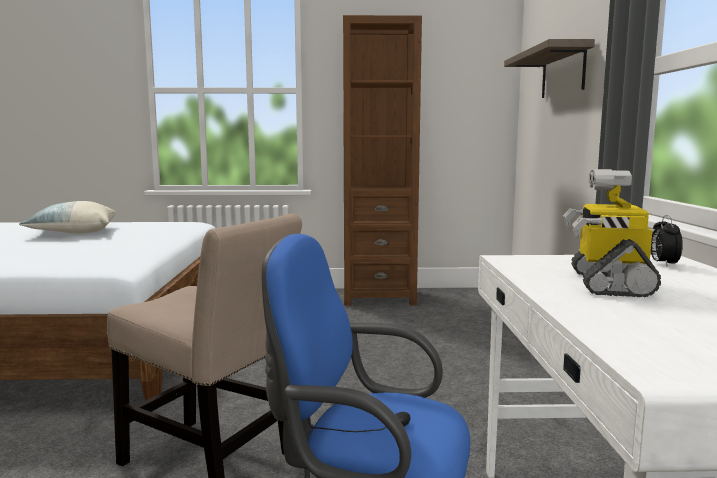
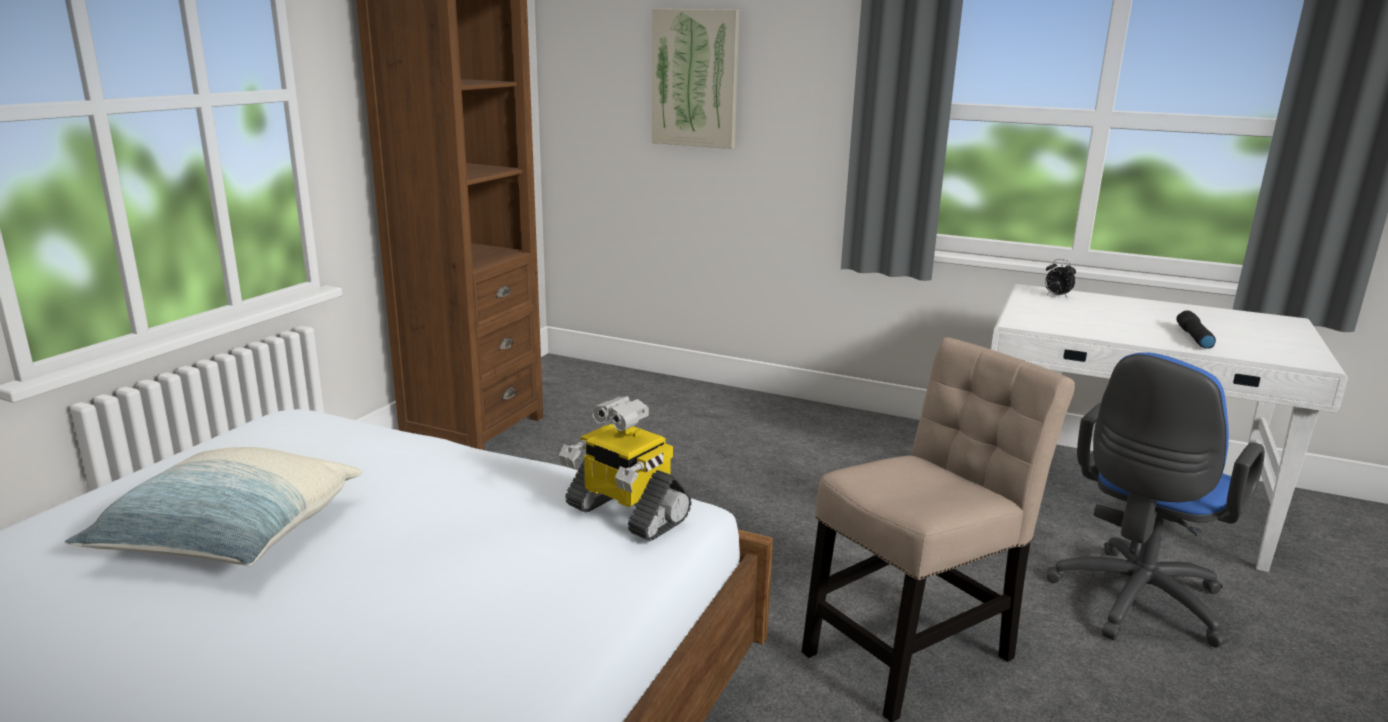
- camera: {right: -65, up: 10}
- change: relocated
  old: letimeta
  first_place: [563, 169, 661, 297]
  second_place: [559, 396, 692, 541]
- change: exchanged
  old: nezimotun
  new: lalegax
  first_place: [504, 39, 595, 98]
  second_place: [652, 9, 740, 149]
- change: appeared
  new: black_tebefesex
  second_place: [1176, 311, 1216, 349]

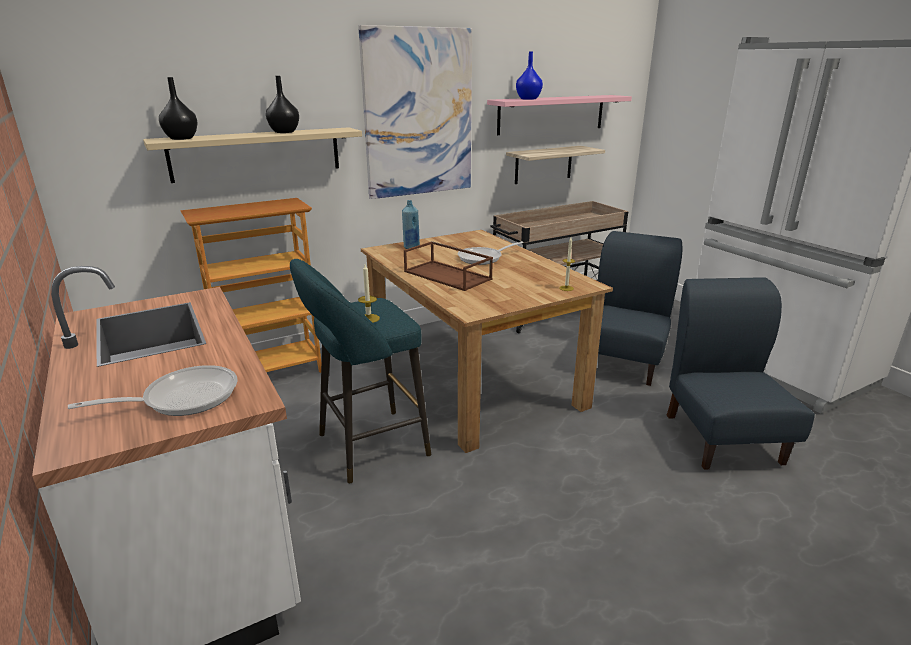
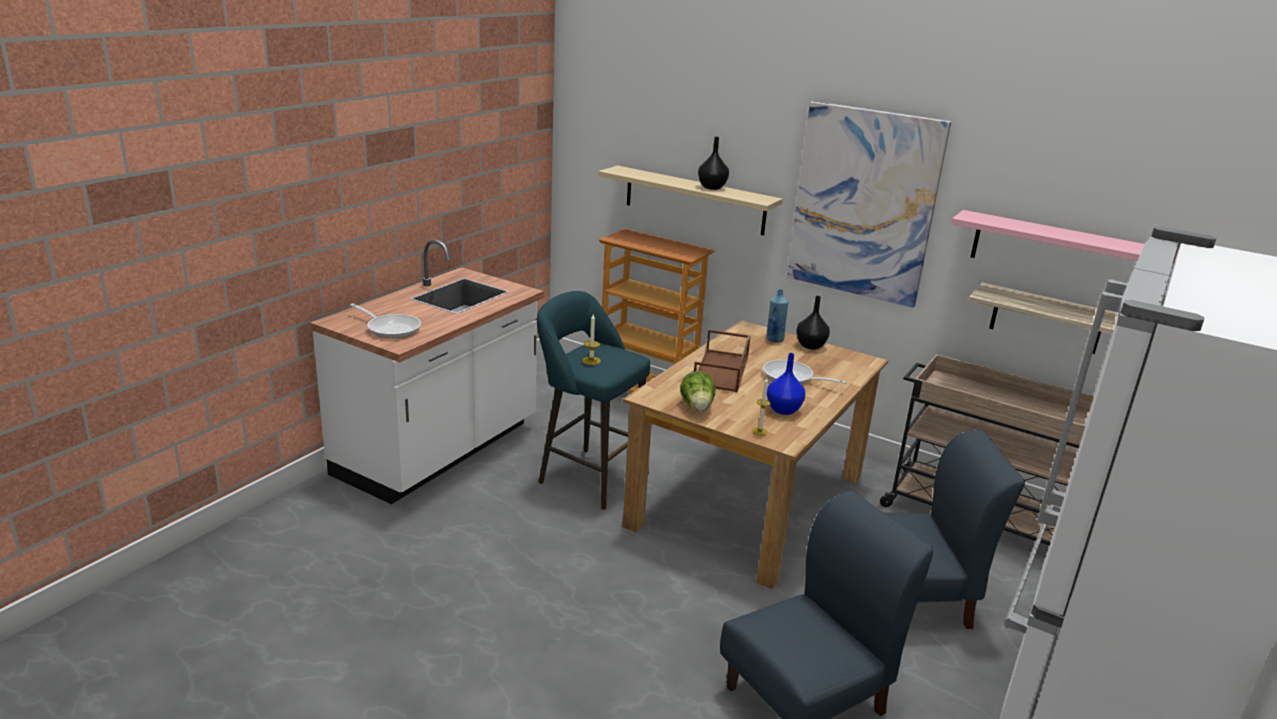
- camera: {right: 60, up: 0}
- change: appeared
  new: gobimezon
  second_place: [680, 371, 715, 411]
- change: relocated
  old: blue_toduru
  first_place: [516, 51, 543, 100]
  second_place: [767, 353, 805, 415]
- change: relocated
  old: black_toduru
  first_place: [159, 77, 198, 140]
  second_place: [796, 296, 830, 350]

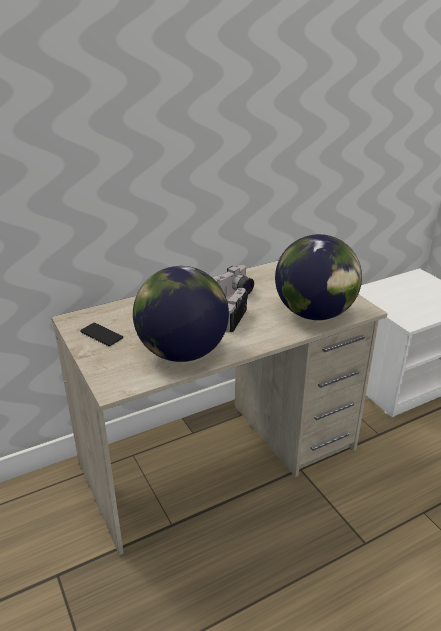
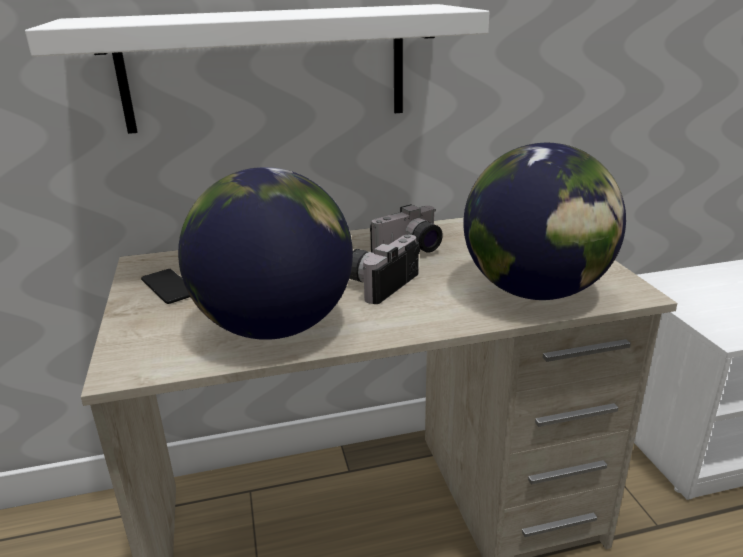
- camera: {right: 15, up: -5}
- change: appeared
  new: white_nezimotun
  second_place: [25, 4, 490, 134]

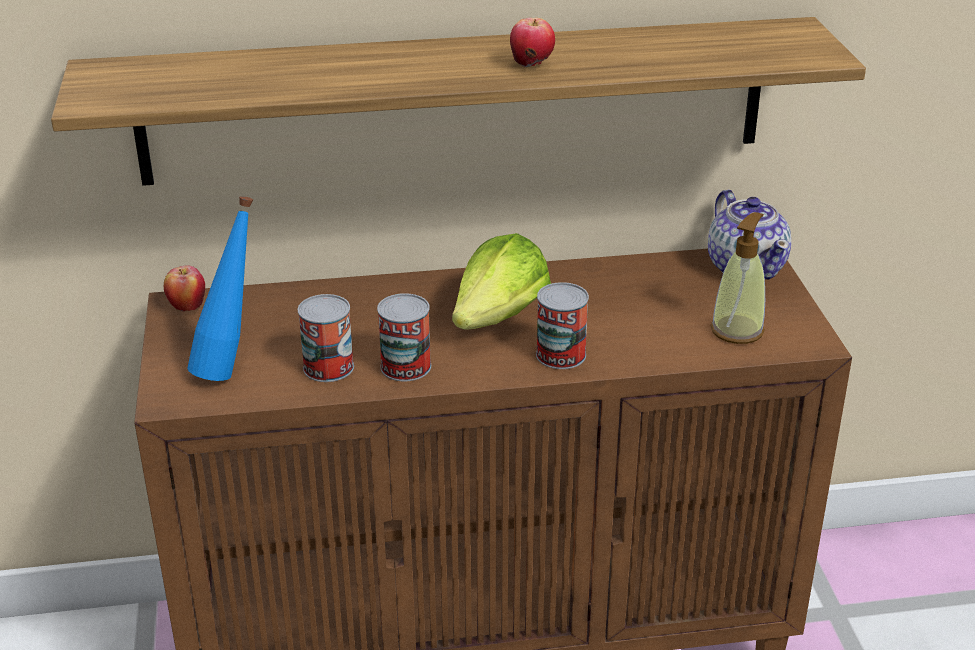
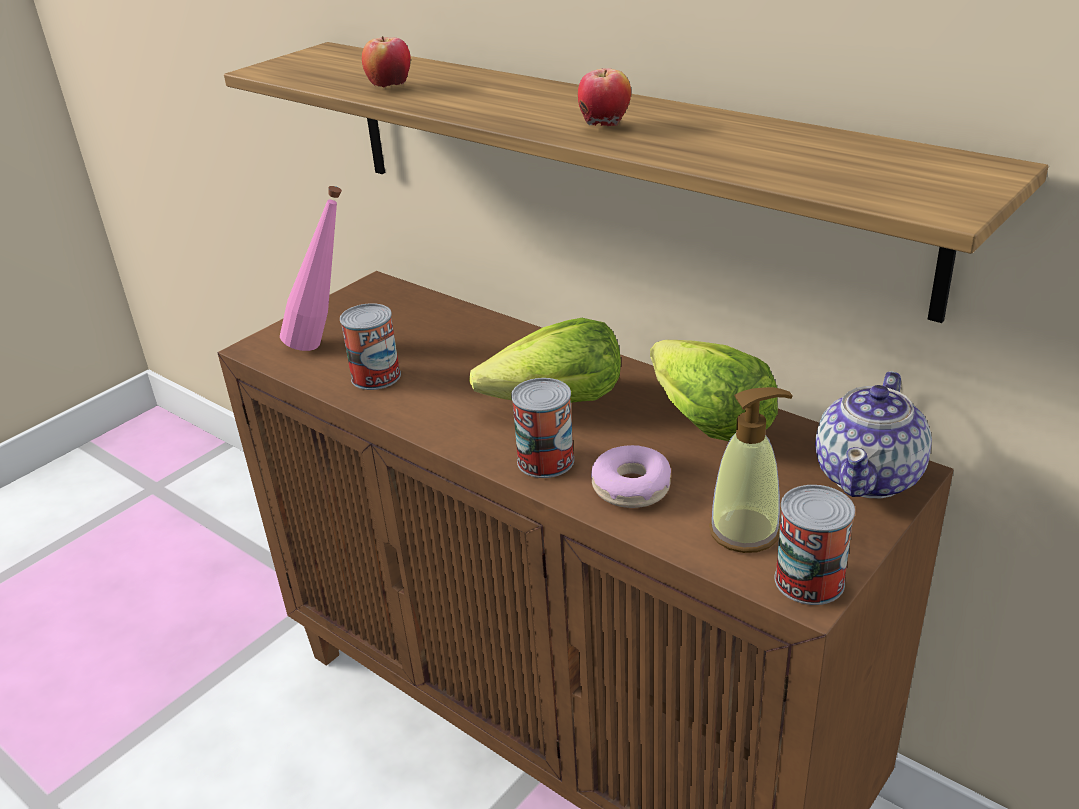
- camera: {right: 50, up: 0}
- change: colour
  old: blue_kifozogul
  new: pink_kifozogul
  first_place: [187, 196, 253, 381]
  second_place: [280, 186, 342, 351]
- change: relocated
  old: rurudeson
  first_place: [164, 265, 205, 311]
  second_place: [362, 36, 411, 88]
- change: appeared
  new: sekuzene
  second_place: [591, 445, 671, 508]
- change: appeared
  new: gobimezon
  second_place: [650, 340, 778, 441]
- change: relocated
  old: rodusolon
  first_place: [377, 293, 431, 381]
  second_place: [774, 485, 855, 605]

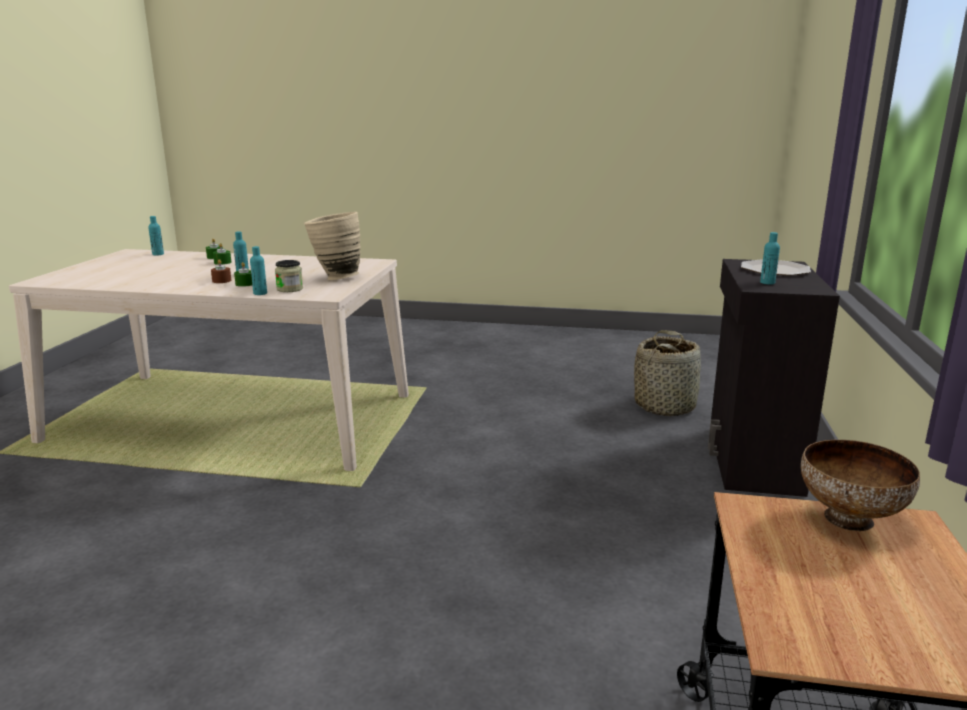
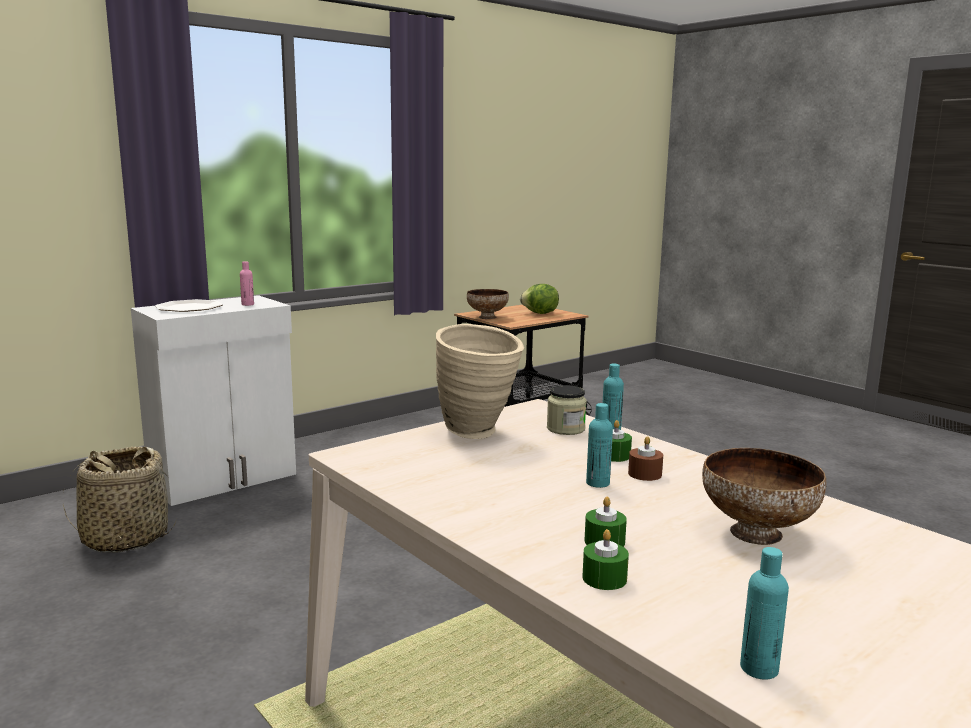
- camera: {right: -140, up: -5}
- change: colour
  old: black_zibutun
  new: white_zibutun
  first_place: [708, 259, 840, 497]
  second_place: [131, 295, 296, 506]
- change: colour
  old: turquoise_kifozogul
  new: pink_kifozogul
  first_place: [760, 232, 780, 284]
  second_place: [240, 261, 254, 306]
- change: appeared
  new: gobimezon
  second_place: [520, 284, 559, 314]
- change: appeared
  new: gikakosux
  second_place: [702, 448, 826, 545]

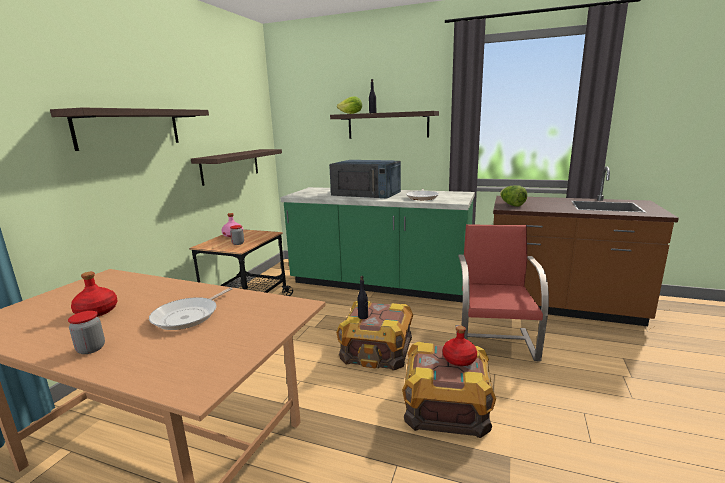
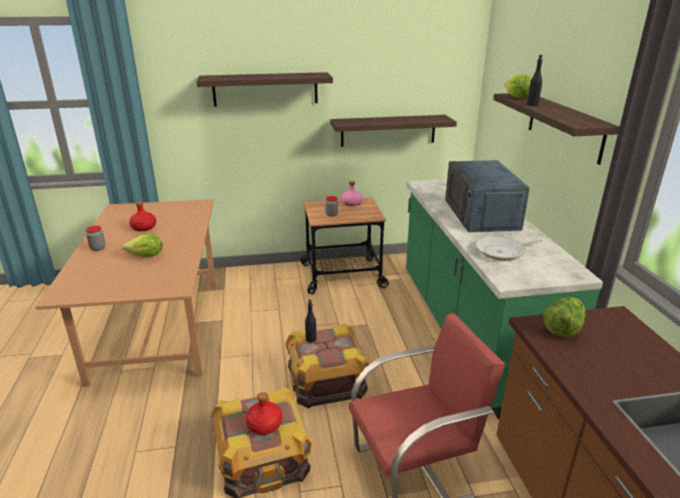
- camera: {right: 60, up: 10}
- change: exchanged
  old: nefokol
  new: gobimezon
  first_place: [149, 287, 233, 330]
  second_place: [123, 234, 163, 257]

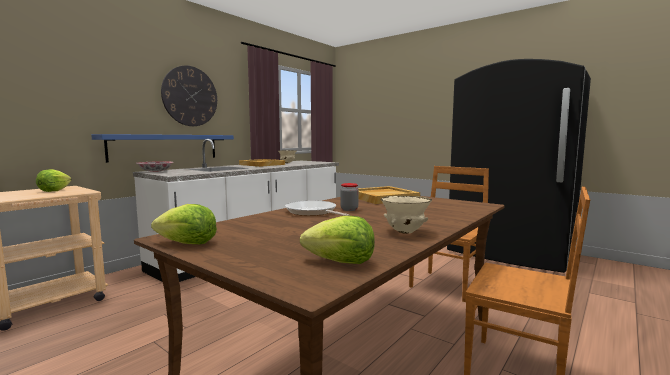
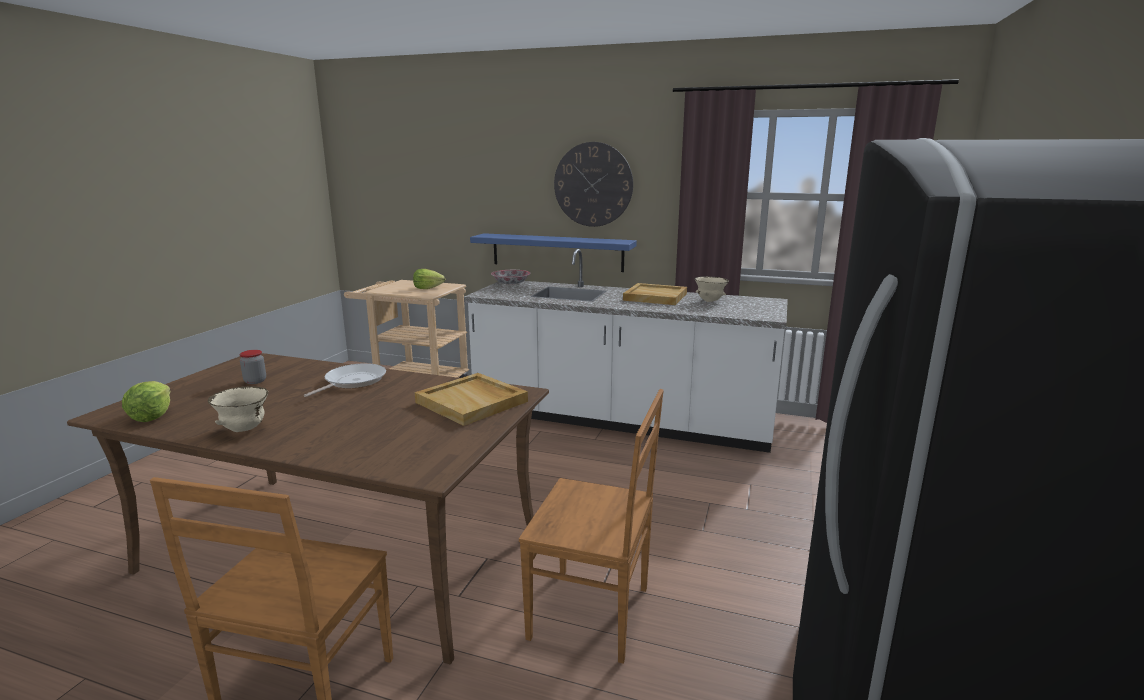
- camera: {right: 70, up: 10}
- change: relocated
  old: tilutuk
  first_place: [340, 183, 359, 211]
  second_place: [240, 350, 266, 384]
- change: missing
  old: gobimezon
  first_place: [151, 204, 217, 244]

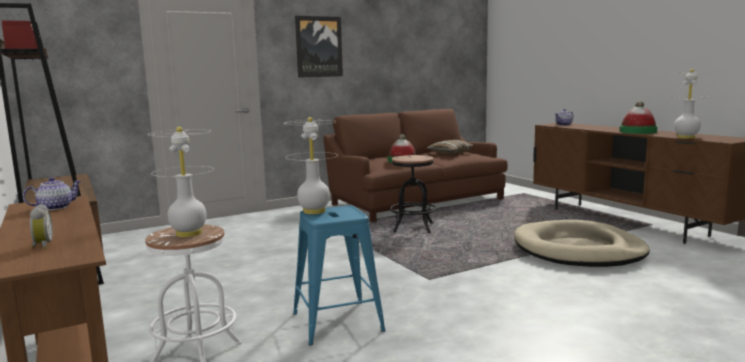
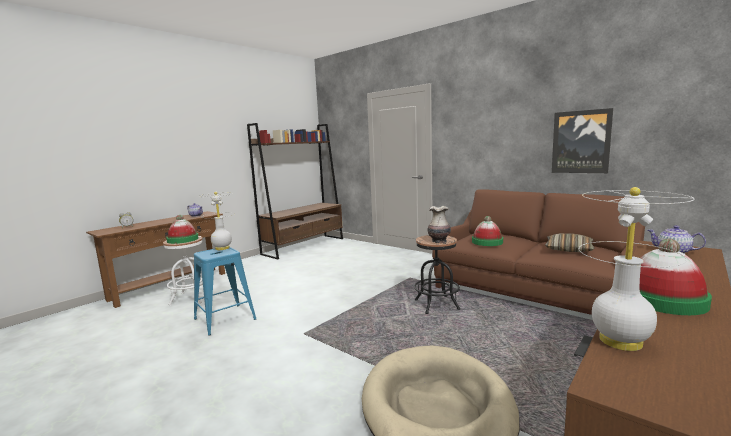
- camera: {right: 70, up: 0}
- change: exchanged
  old: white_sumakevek
  new: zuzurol
  first_place: [147, 127, 214, 237]
  second_place: [166, 215, 199, 244]
- change: appeared
  new: toduru
  second_place: [428, 206, 451, 243]
- change: relocated
  old: lalegax
  first_place: [295, 16, 343, 78]
  second_place: [552, 108, 613, 173]

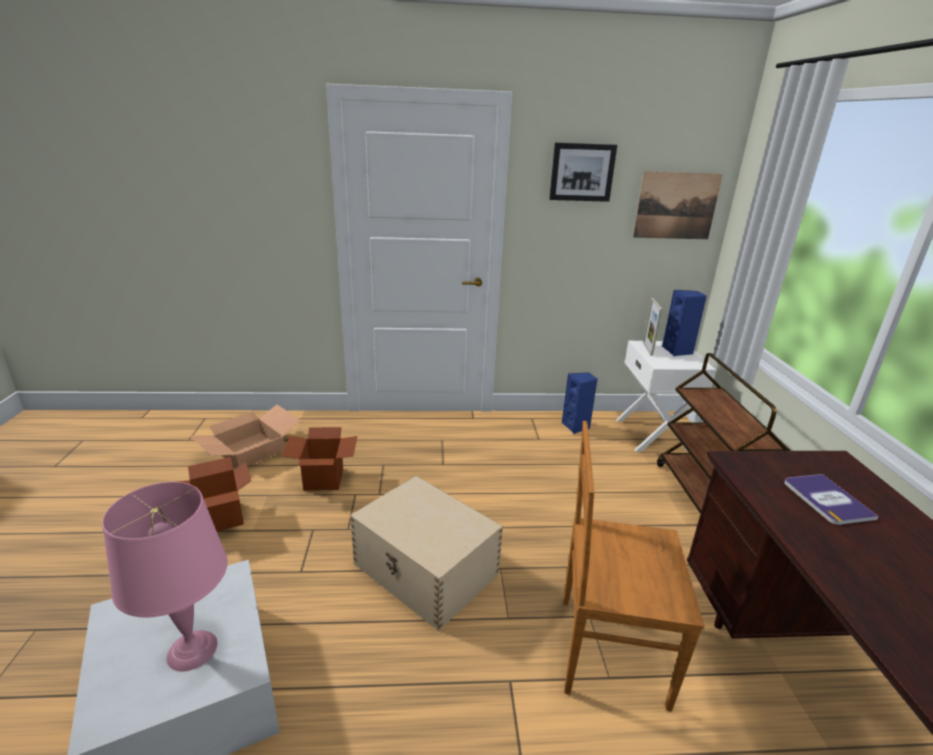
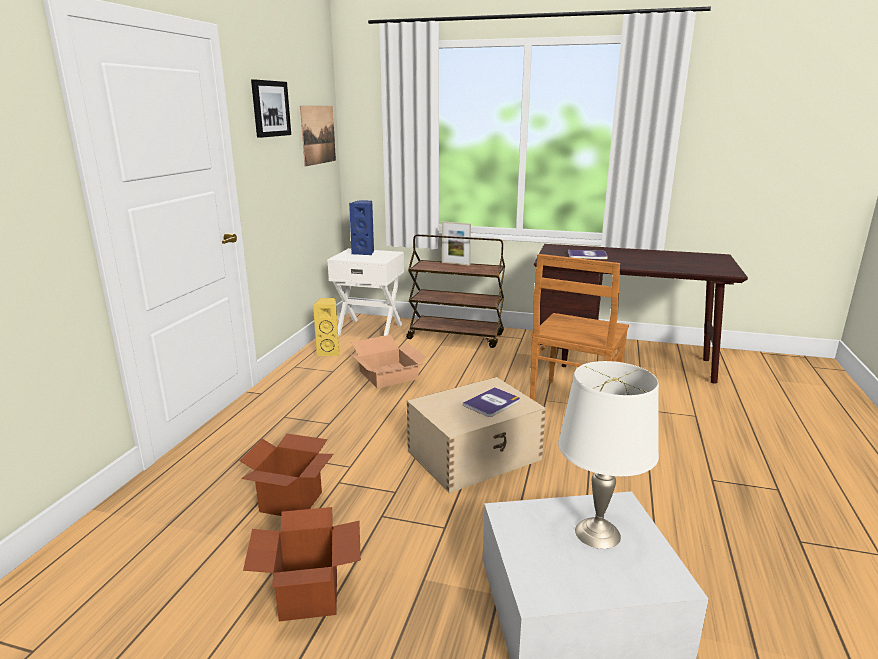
- camera: {right: -70, up: -5}
- change: colour
  old: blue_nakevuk
  new: yellow_nakevuk
  first_place: [562, 372, 598, 434]
  second_place: [313, 298, 340, 356]
- change: relocated
  old: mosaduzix
  first_place: [190, 405, 301, 468]
  second_place: [351, 335, 428, 389]
- change: relocated
  old: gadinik
  first_place: [643, 298, 662, 356]
  second_place: [442, 221, 471, 266]
- change: appeared
  new: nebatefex
  second_place: [463, 387, 520, 417]
- change: colour
  old: pink_sumakevek
  new: white_sumakevek
  first_place: [102, 482, 228, 672]
  second_place: [558, 361, 659, 549]

